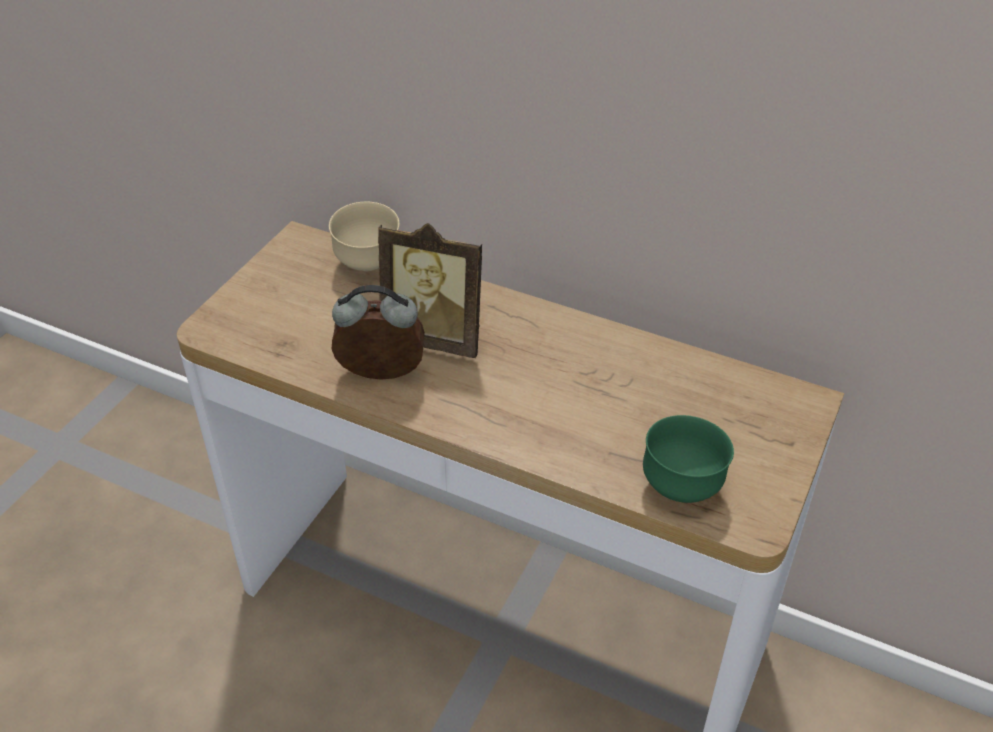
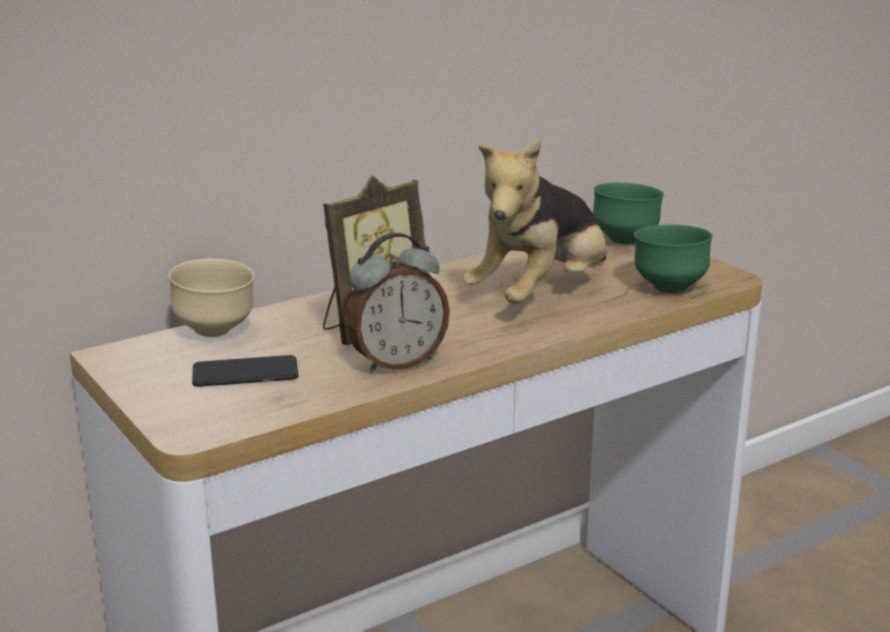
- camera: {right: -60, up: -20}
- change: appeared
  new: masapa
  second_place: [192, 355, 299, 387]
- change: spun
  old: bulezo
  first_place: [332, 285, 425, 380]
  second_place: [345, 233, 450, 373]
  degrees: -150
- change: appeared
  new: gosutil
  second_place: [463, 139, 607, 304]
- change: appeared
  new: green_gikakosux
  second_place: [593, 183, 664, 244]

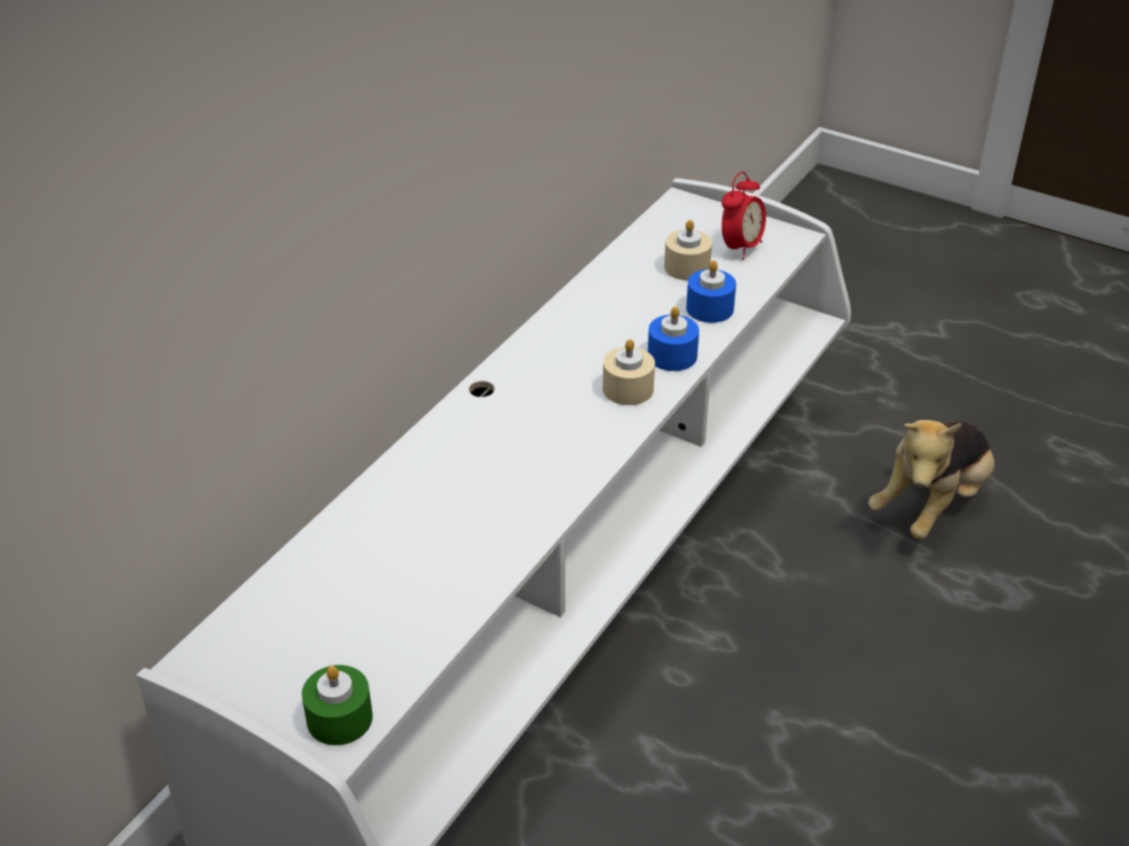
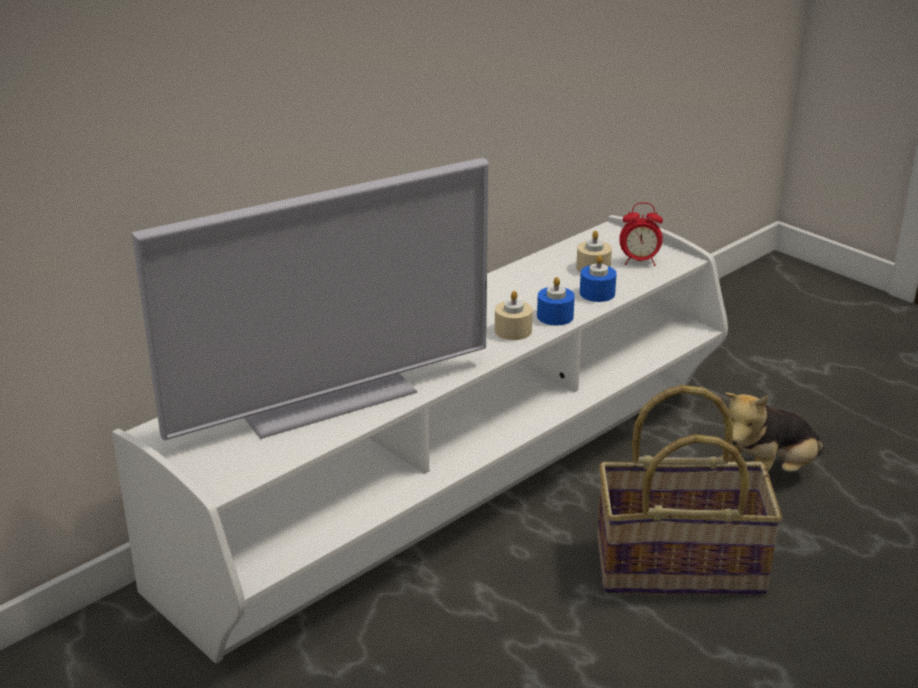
- camera: {right: 15, up: -10}
- change: appeared
  new: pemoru
  second_place: [132, 158, 488, 440]
- change: appeared
  new: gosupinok
  second_place: [597, 385, 782, 594]
- change: spun
  old: bulezo
  first_place: [722, 172, 766, 260]
  second_place: [619, 202, 663, 266]
  degrees: 45
- change: missing
  old: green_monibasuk
  first_place: [302, 665, 373, 745]

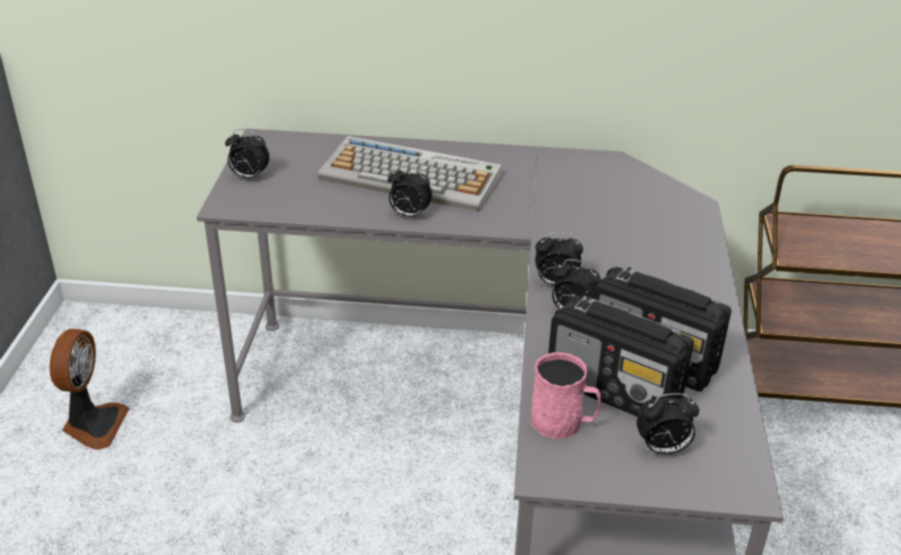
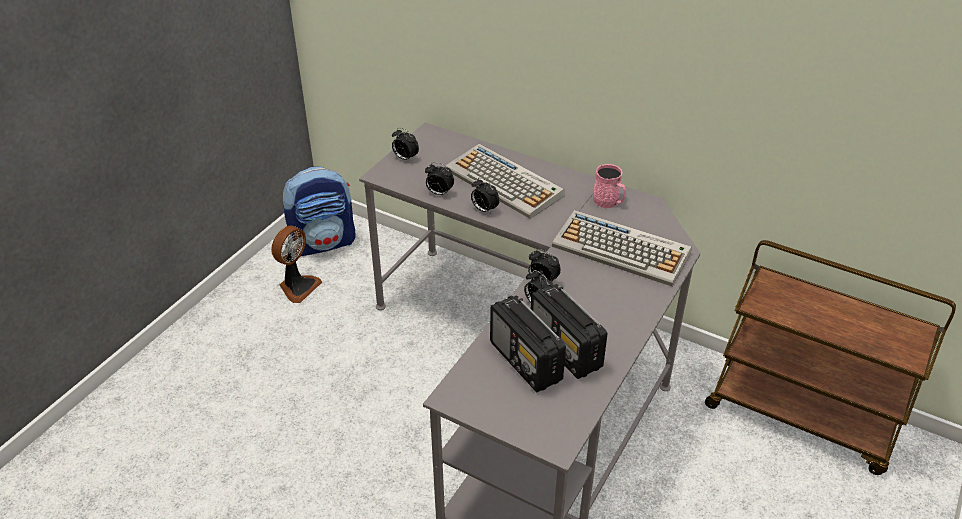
- camera: {right: 25, up: 5}
- change: appeared
  new: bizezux
  second_place: [283, 166, 355, 256]
- change: relocated
  old: bulezo
  first_place: [637, 393, 699, 455]
  second_place: [425, 162, 454, 195]
- change: appeared
  new: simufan
  second_place: [552, 210, 692, 286]
- change: relocated
  old: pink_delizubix
  first_place: [530, 352, 601, 439]
  second_place: [593, 164, 626, 208]

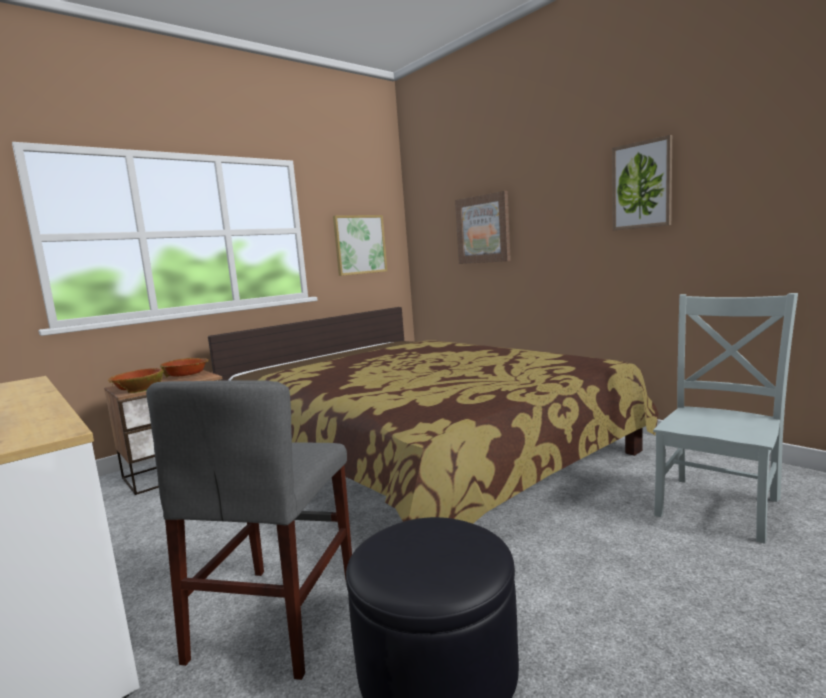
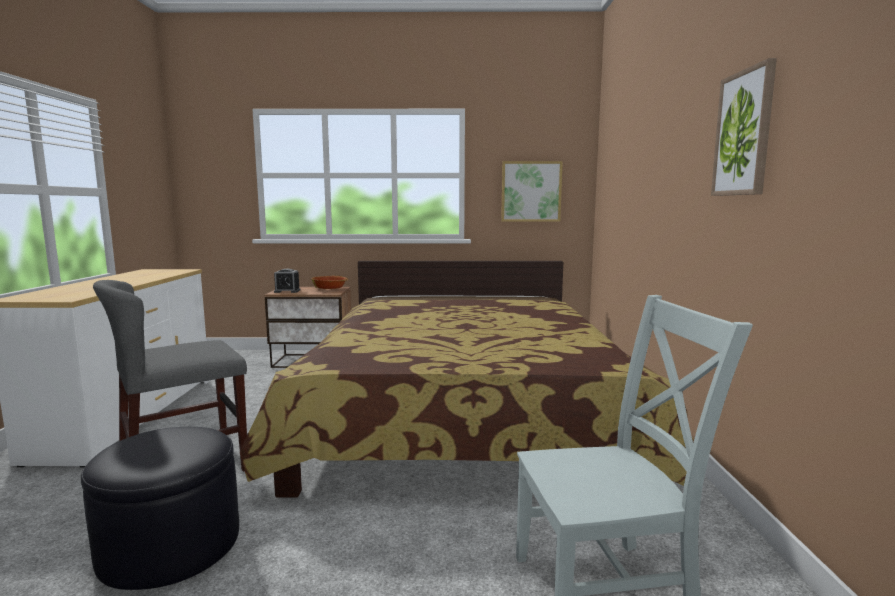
- camera: {right: 40, up: 0}
- change: exchanged
  old: gikakosux
  new: bulezo
  first_place: [108, 368, 163, 393]
  second_place: [274, 269, 300, 293]
- change: missing
  old: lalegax
  first_place: [455, 191, 511, 264]

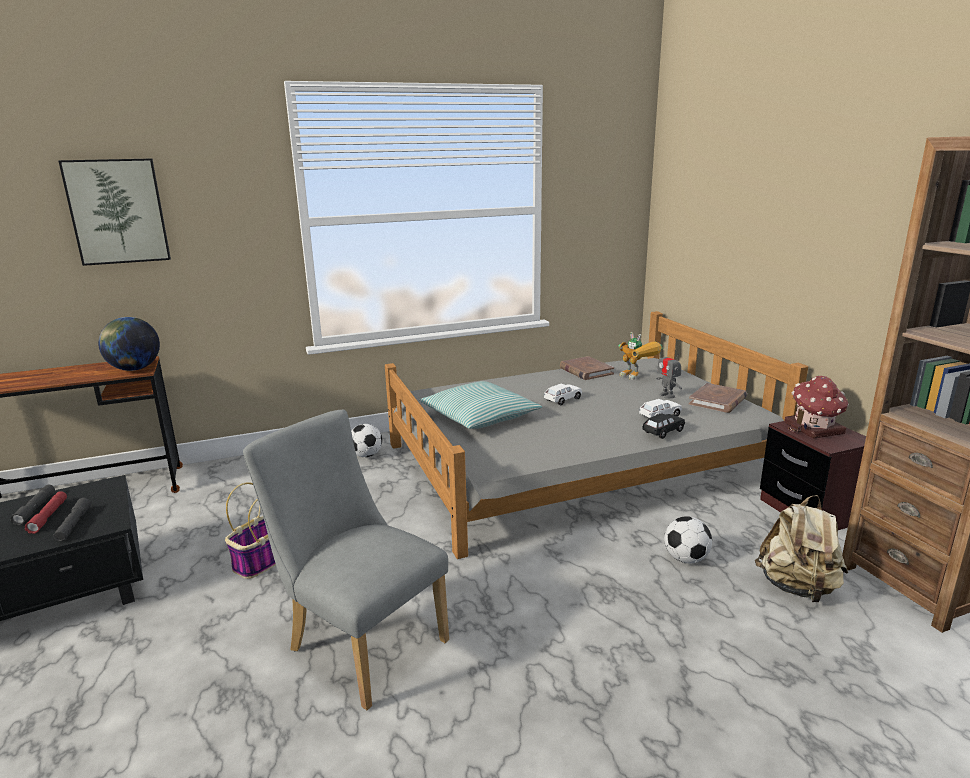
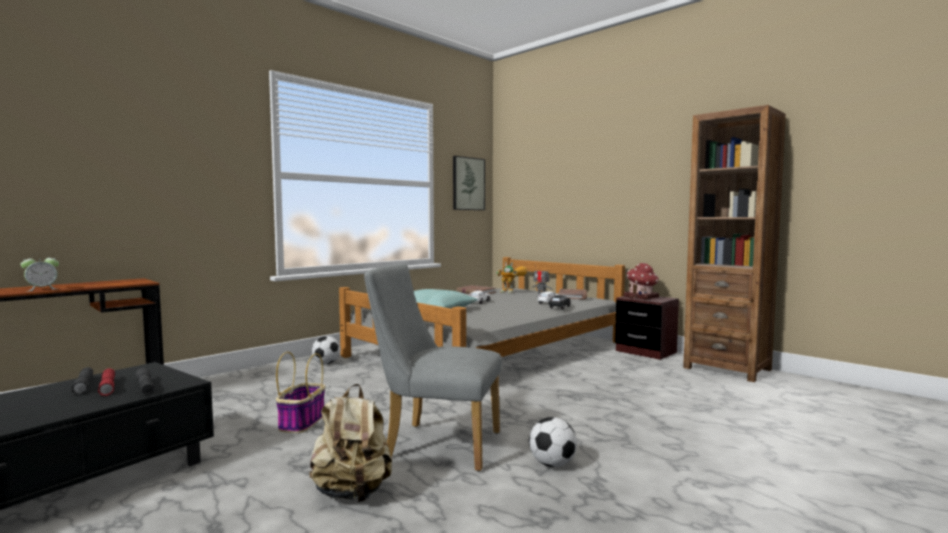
- camera: {right: -25, up: -15}
- change: appeared
  new: bulezo
  second_place: [21, 253, 59, 292]
- change: relocated
  old: beige_bizezux
  first_place: [755, 495, 848, 602]
  second_place: [309, 384, 392, 502]
- change: relocated
  old: lalegax
  first_place: [58, 158, 171, 266]
  second_place: [453, 156, 485, 210]
- change: relocated
  old: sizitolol
  first_place: [664, 516, 712, 563]
  second_place: [529, 417, 577, 467]
- change: missing
  old: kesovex
  first_place: [98, 317, 160, 371]

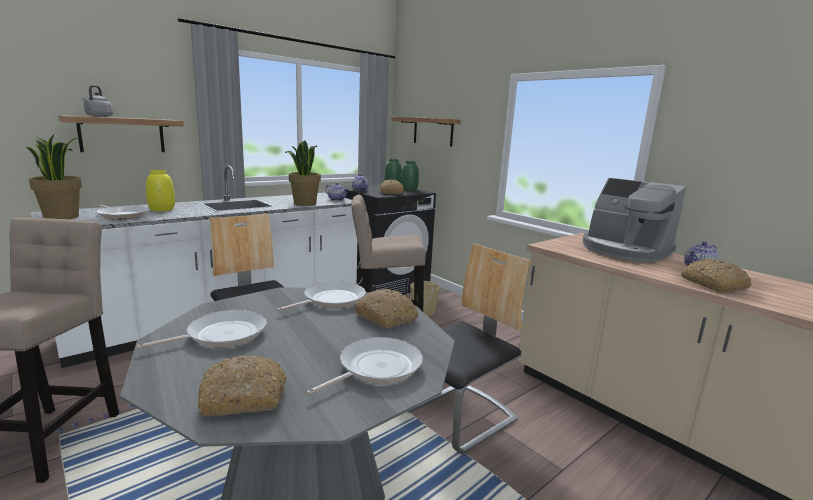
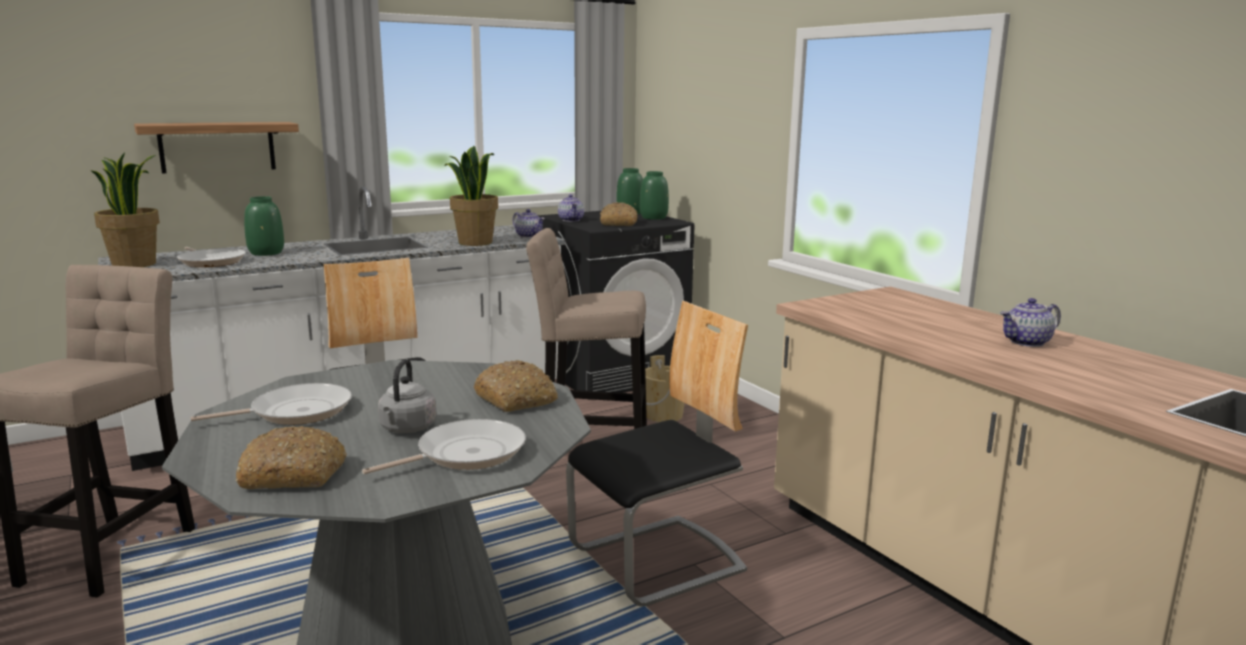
- camera: {right: 10, up: 0}
- change: colour
  old: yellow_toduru
  new: green_toduru
  first_place: [146, 170, 175, 211]
  second_place: [244, 196, 284, 256]
- change: relocated
  old: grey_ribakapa
  first_place: [83, 85, 113, 117]
  second_place: [378, 359, 437, 433]
- change: missing
  old: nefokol
  first_place: [277, 281, 366, 311]
- change: missing
  old: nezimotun
  first_place: [391, 117, 461, 146]
- change: missing
  old: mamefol
  first_place: [582, 178, 686, 263]
- change: missing
  old: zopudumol
  first_place: [681, 259, 752, 292]

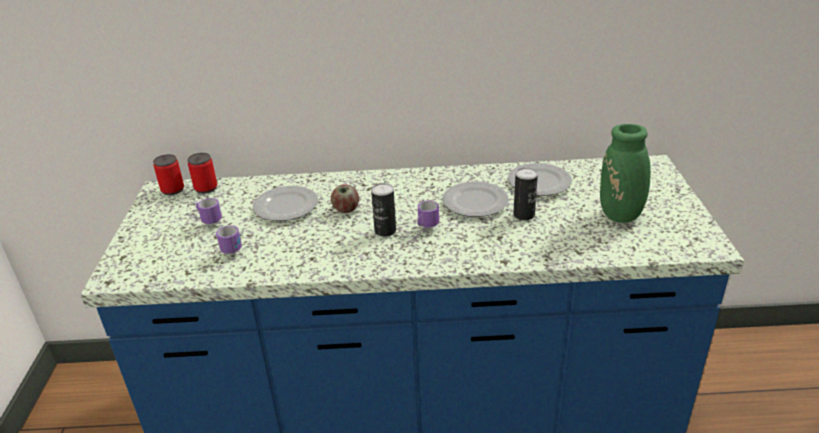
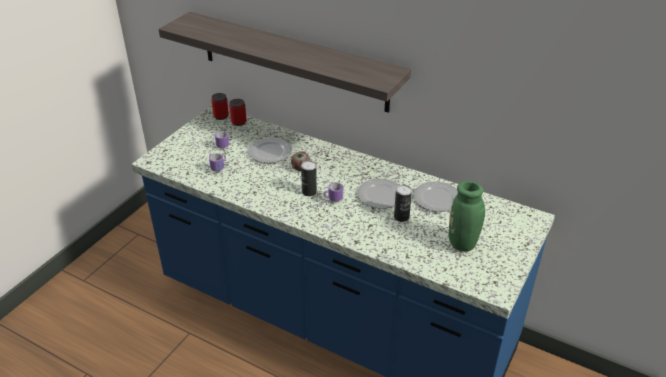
- camera: {right: 30, up: 5}
- change: appeared
  new: nezimotun
  second_place: [159, 12, 411, 113]

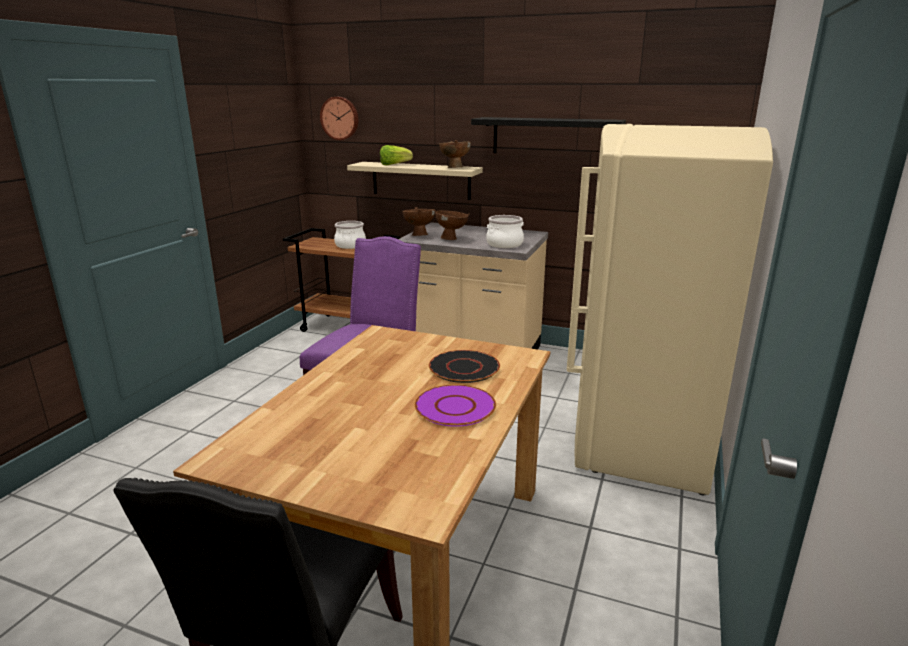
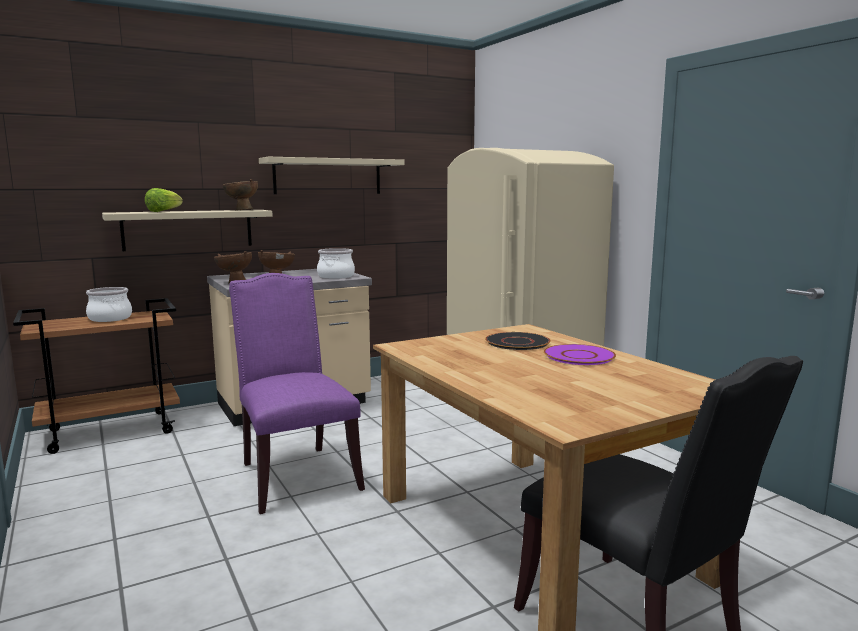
- camera: {right: -50, up: -10}
- change: colour
  old: black_nezimotun
  new: beige_nezimotun
  first_place: [471, 117, 626, 153]
  second_place: [259, 157, 405, 194]
- change: missing
  old: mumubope
  first_place: [320, 97, 358, 140]

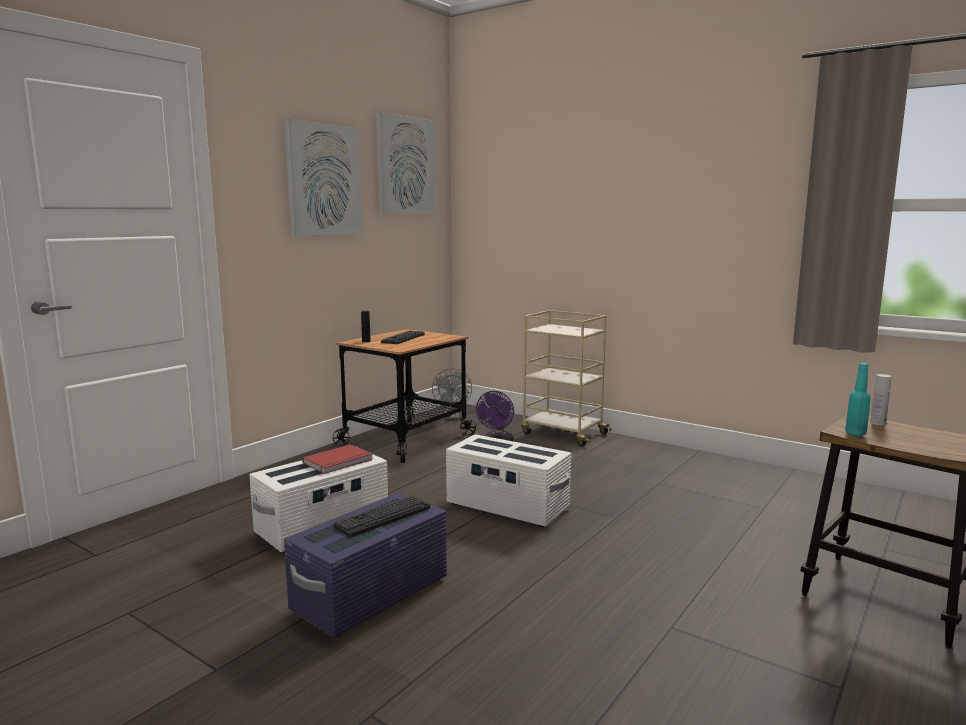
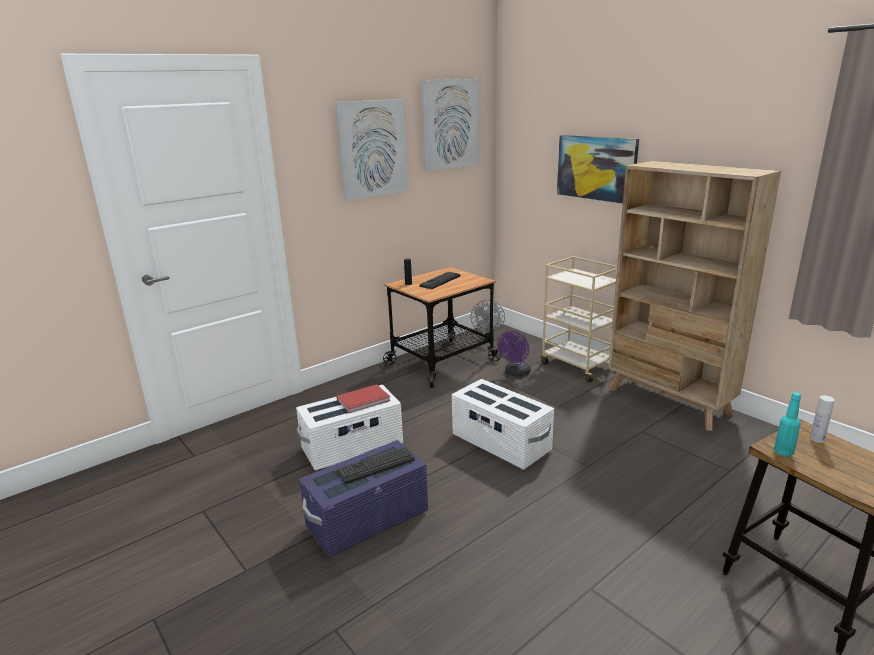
- camera: {right: 15, up: 10}
- change: appeared
  new: lalegax
  second_place: [557, 135, 639, 204]
- change: appeared
  new: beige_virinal
  second_place: [608, 161, 781, 431]

